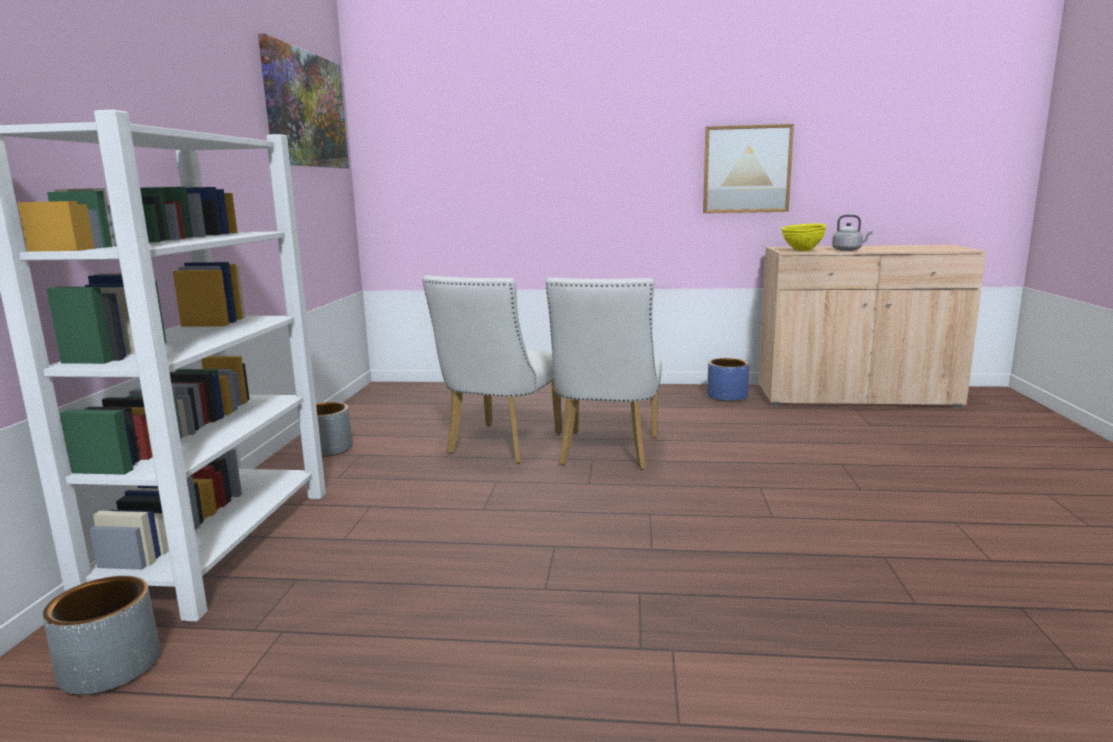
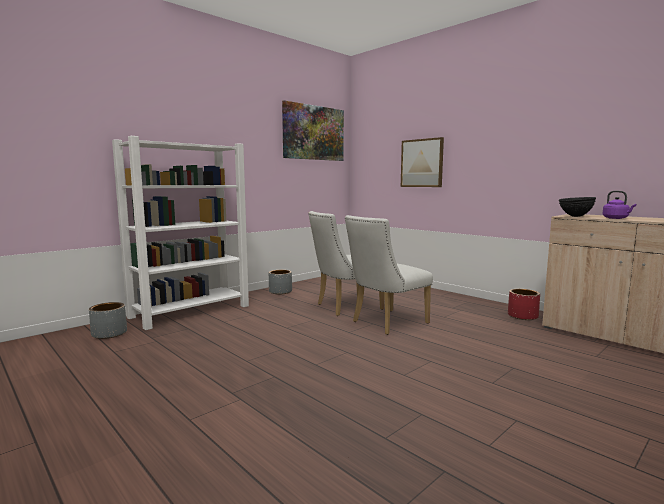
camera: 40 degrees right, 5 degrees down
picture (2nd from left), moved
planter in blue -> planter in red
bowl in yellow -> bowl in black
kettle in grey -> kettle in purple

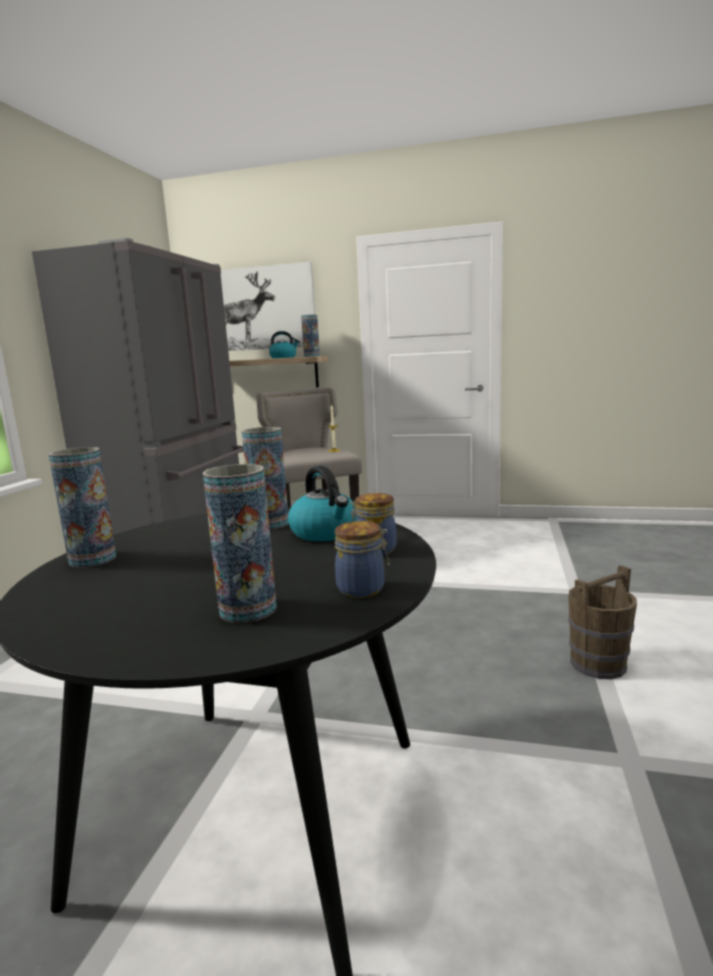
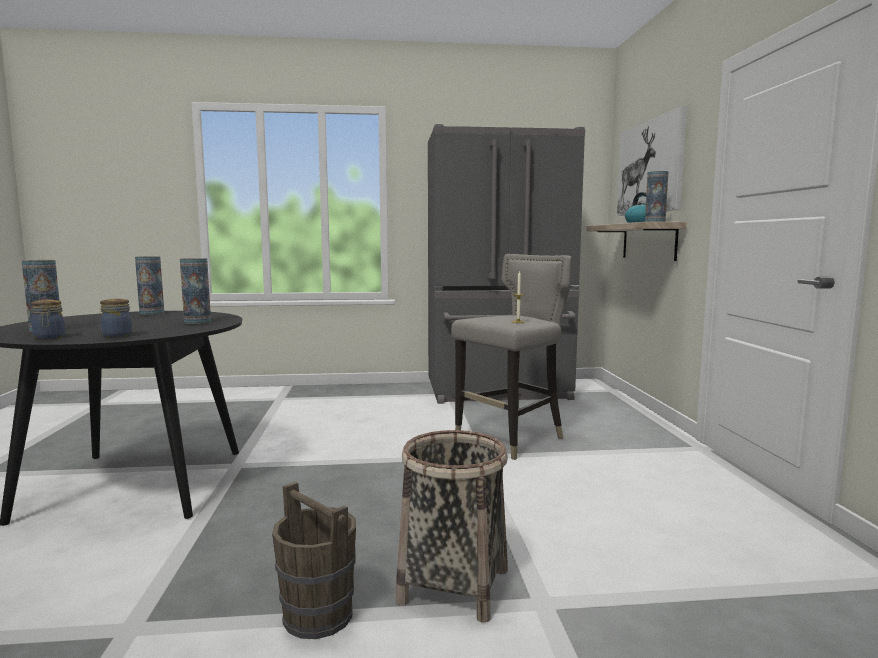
camera: 70 degrees right, 5 degrees down
kettle (2nd from left) -> none
none -> basket

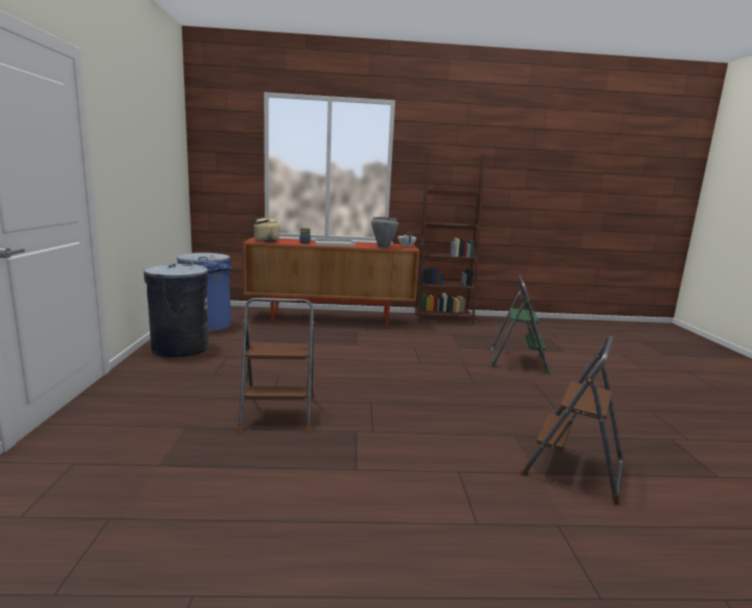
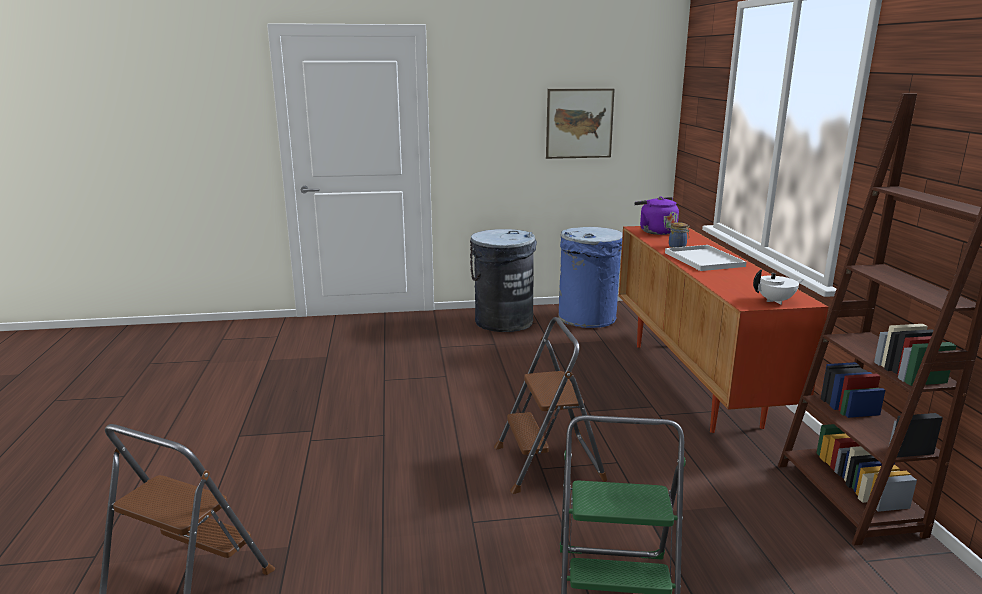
camera: 85 degrees right, 5 degrees up
step ladder in brown (1st from left in the first image) -> step ladder in brown (2nd from left), moved
kettle in beige -> kettle in purple
cooking pot in grey -> none
none -> picture

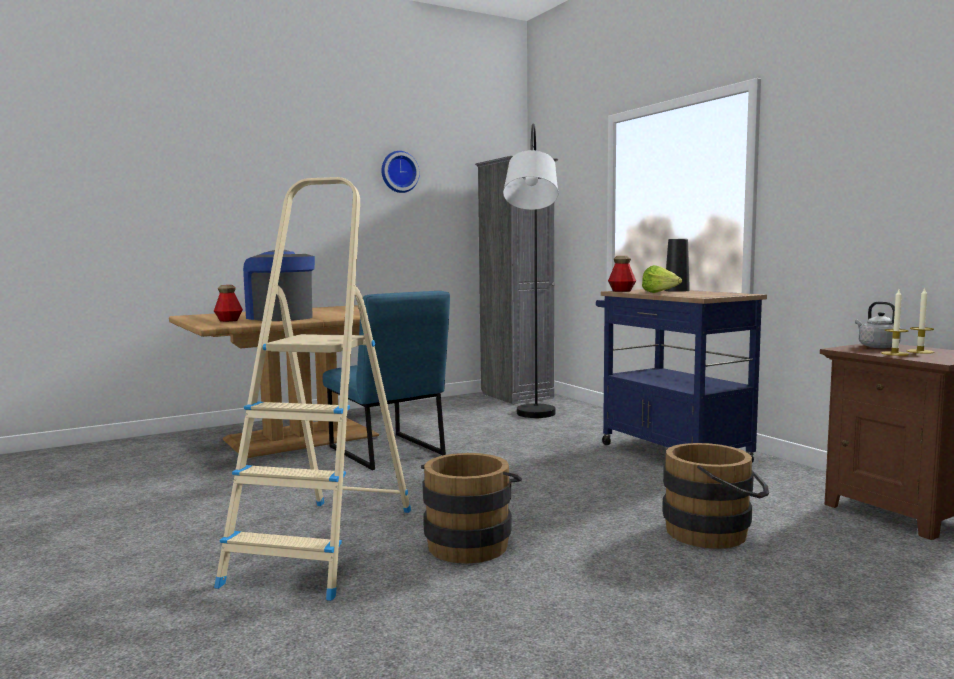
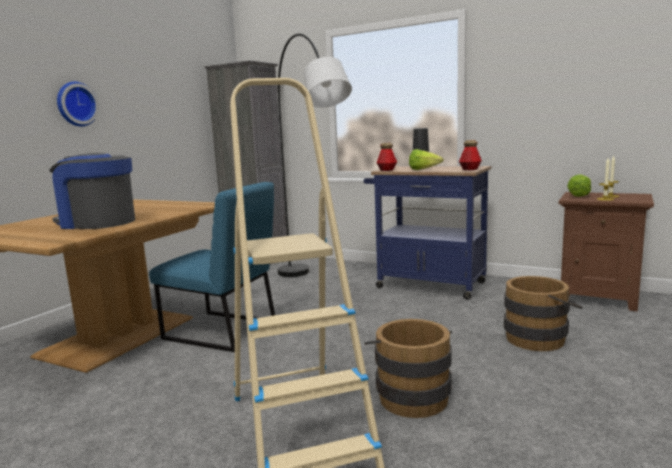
camera: 30 degrees left, 5 degrees up
bottle (1st from left in the first image) -> bottle (2nd from left), moved
wall clock, moved
kettle in grey -> lettuce (2nd from left)

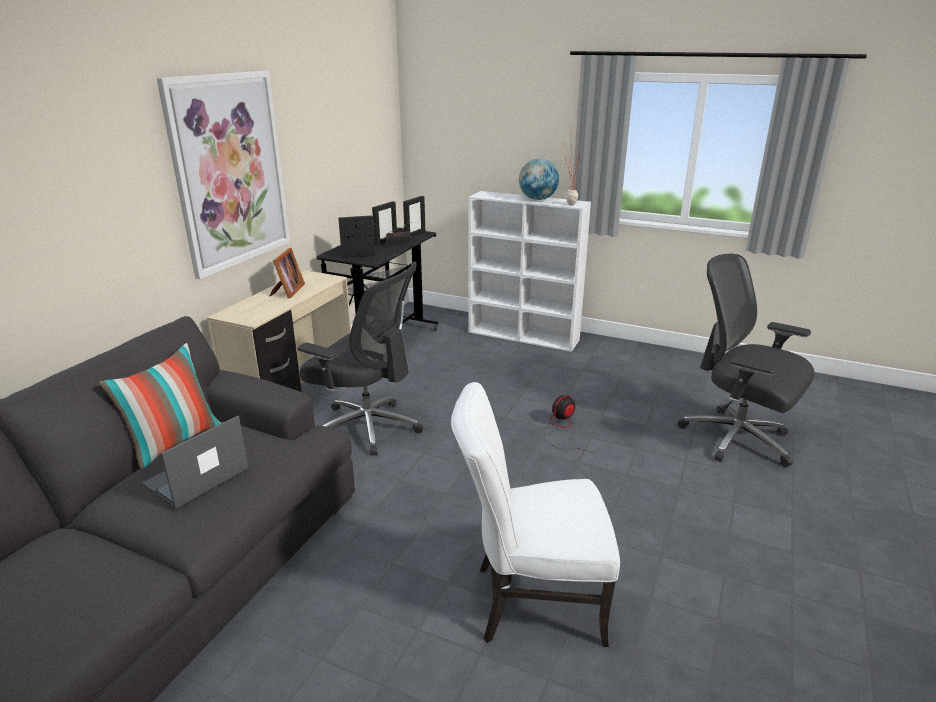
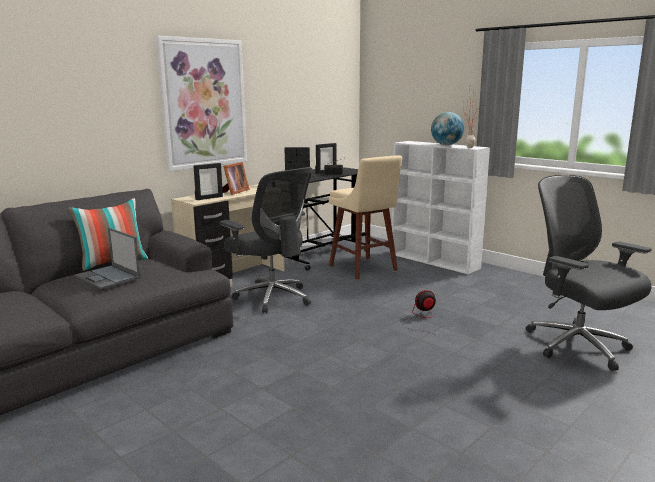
camera: 20 degrees right, 10 degrees down
laptop, 105 degrees counterclockwise
picture frame (4th from left in the first image) -> picture frame (1st from left), moved
chair in white -> none
none -> stool in beige

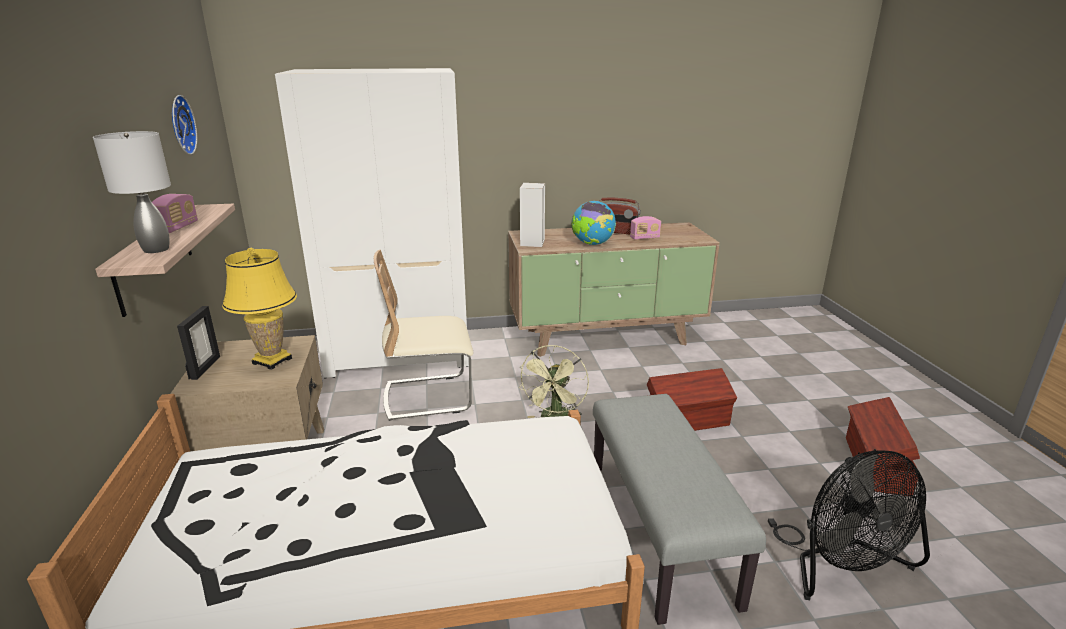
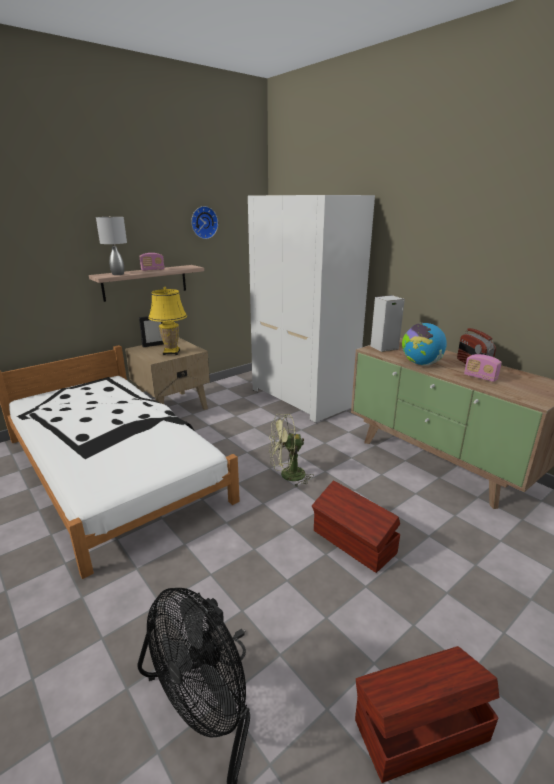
camera: 60 degrees right, 0 degrees up
chair in beige -> none
bench in grey -> none

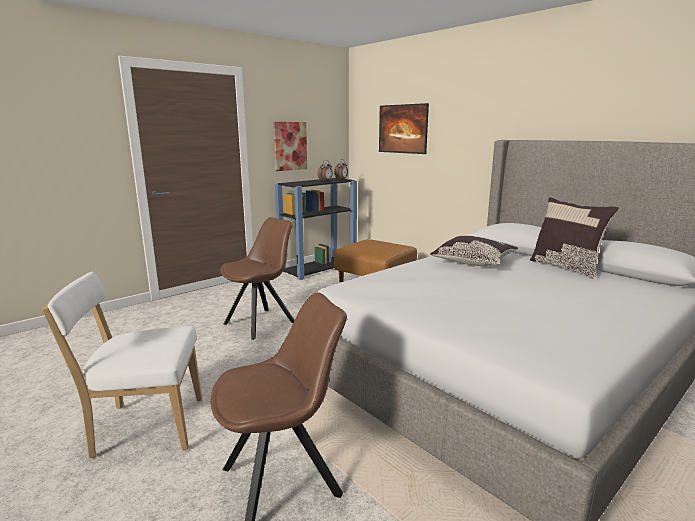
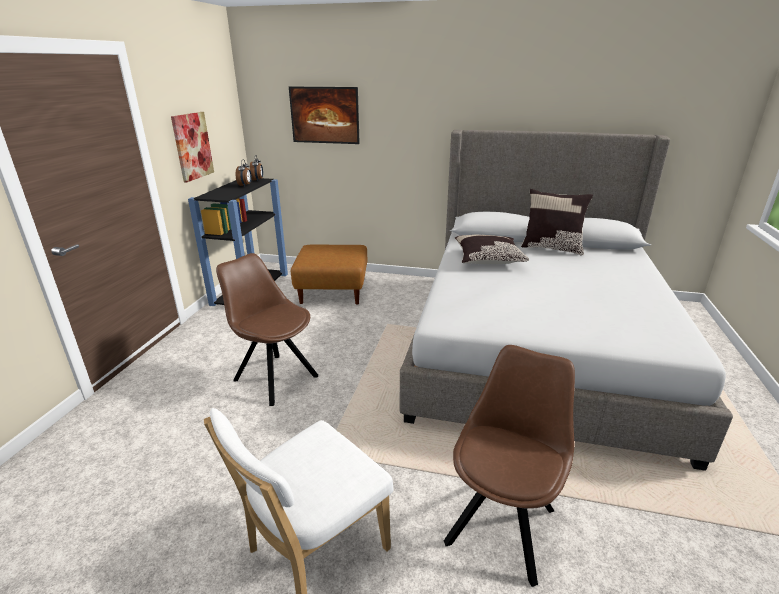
camera: 35 degrees left, 10 degrees up
chair in brown (1st from left), 60 degrees counterclockwise

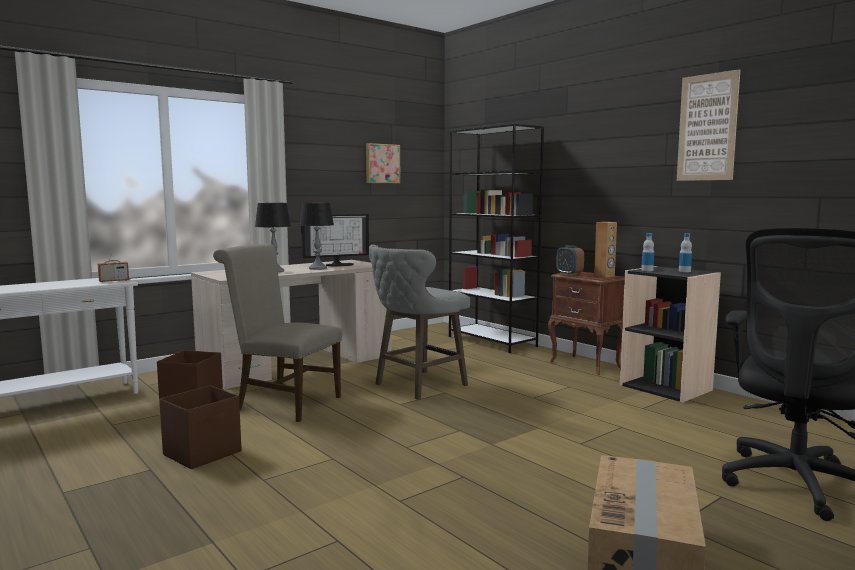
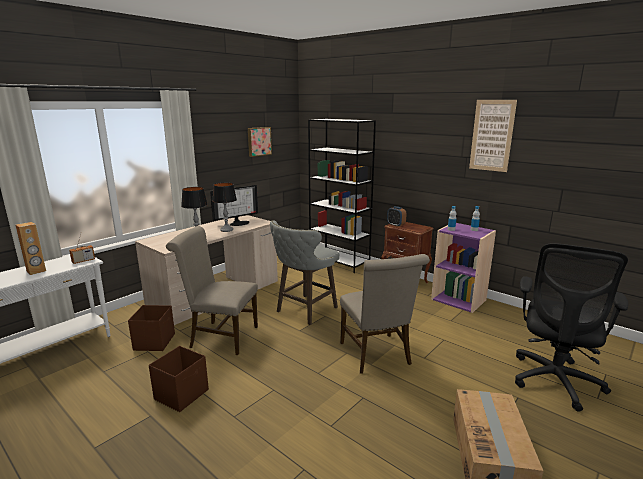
camera: 10 degrees left, 10 degrees up
speaker in brown, moved
bookcase in black -> bookcase in purple
none -> chair in beige (2nd from left)

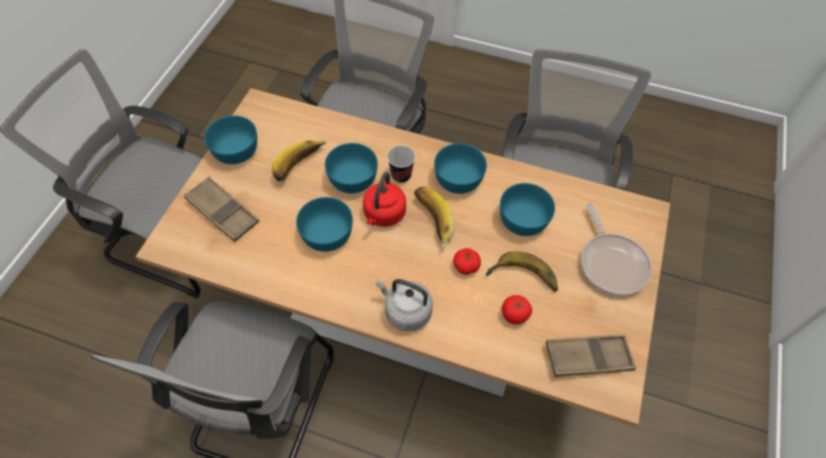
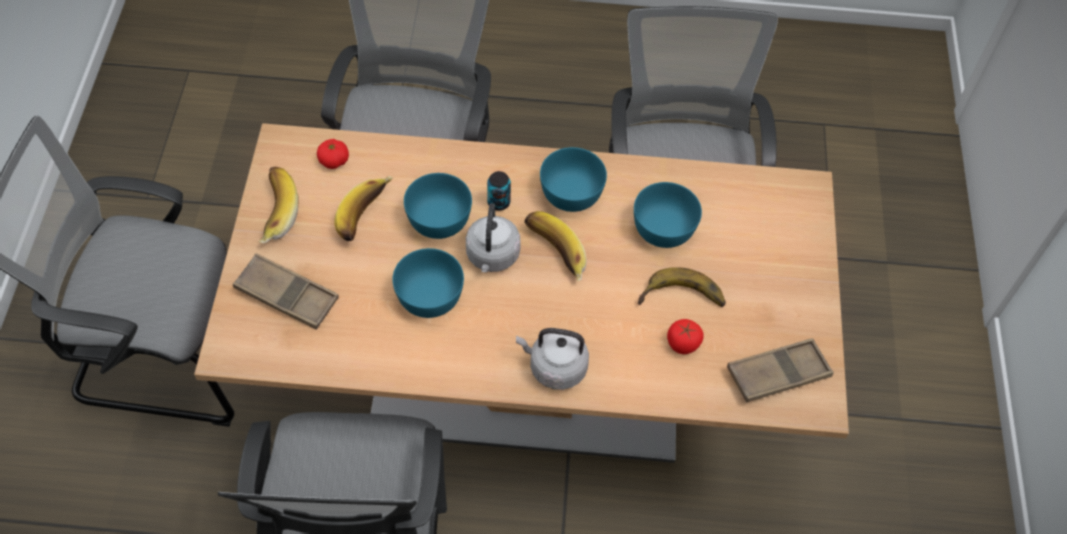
camera: 15 degrees left, 0 degrees up
bowl in turquoise (1st from left) -> banana (1st from left)
kettle in red -> kettle in grey (1st from left)
cup -> can
tomato (1st from left), moved
frying pan -> none

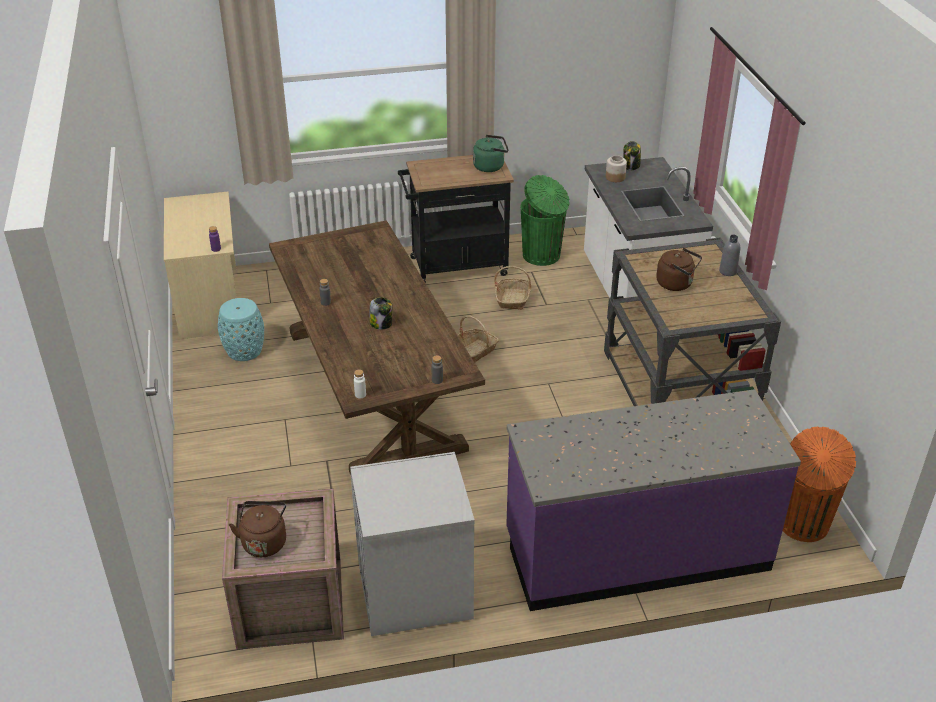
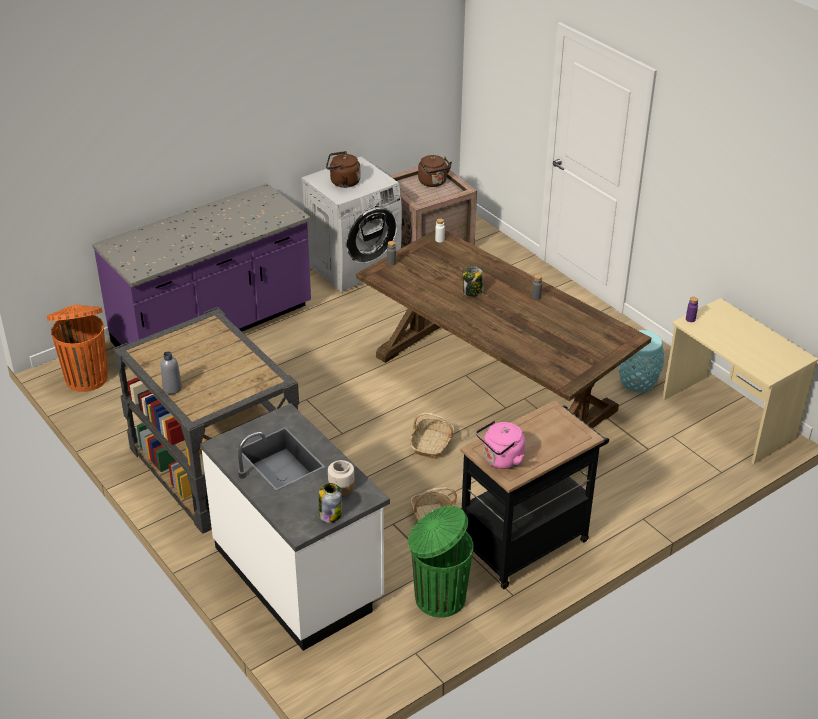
camera: 155 degrees right, 0 degrees up
kettle in green -> kettle in pink
kettle in brown (2nd from left in the first image) -> kettle in brown (1st from left), moved

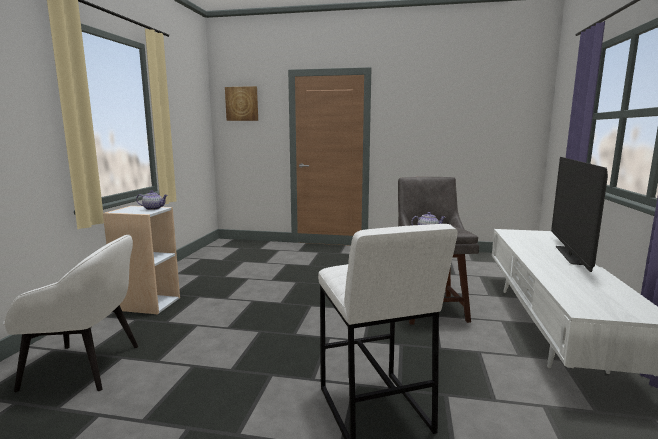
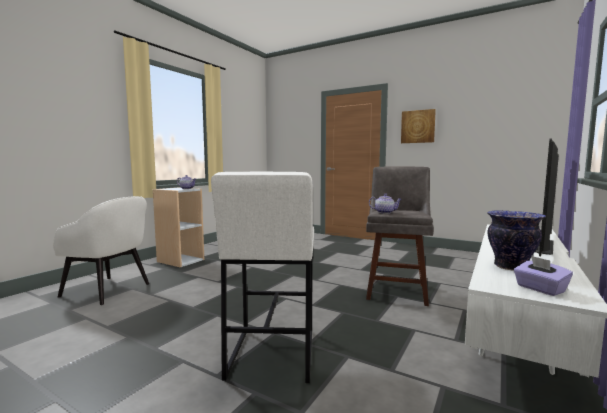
camera: 20 degrees right, 5 degrees down
picture, moved
none -> vase
none -> tissue box in purple

